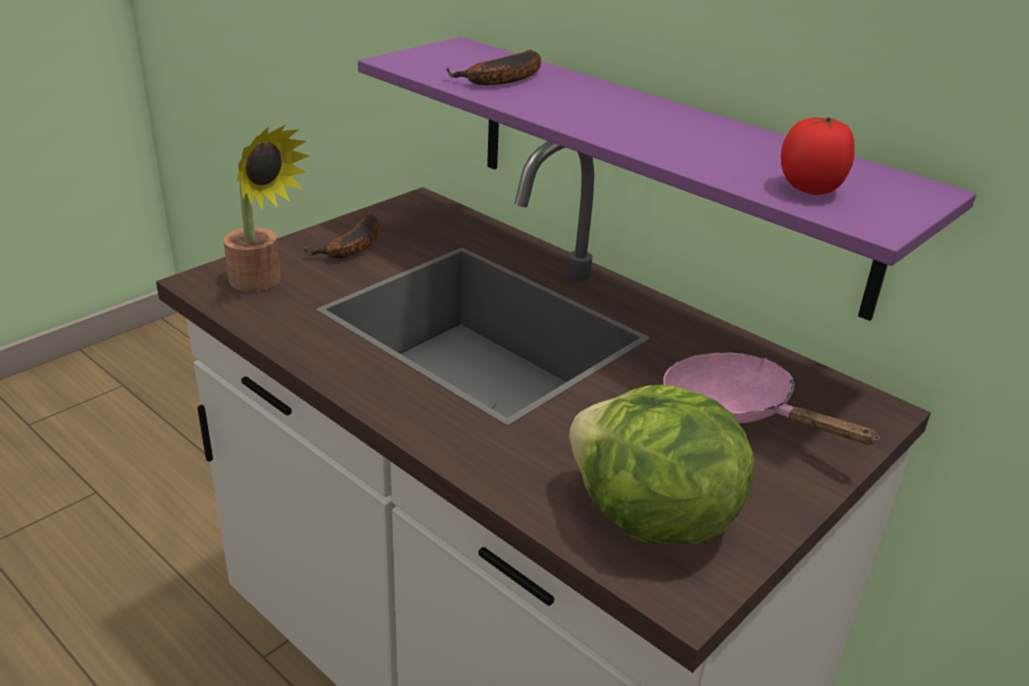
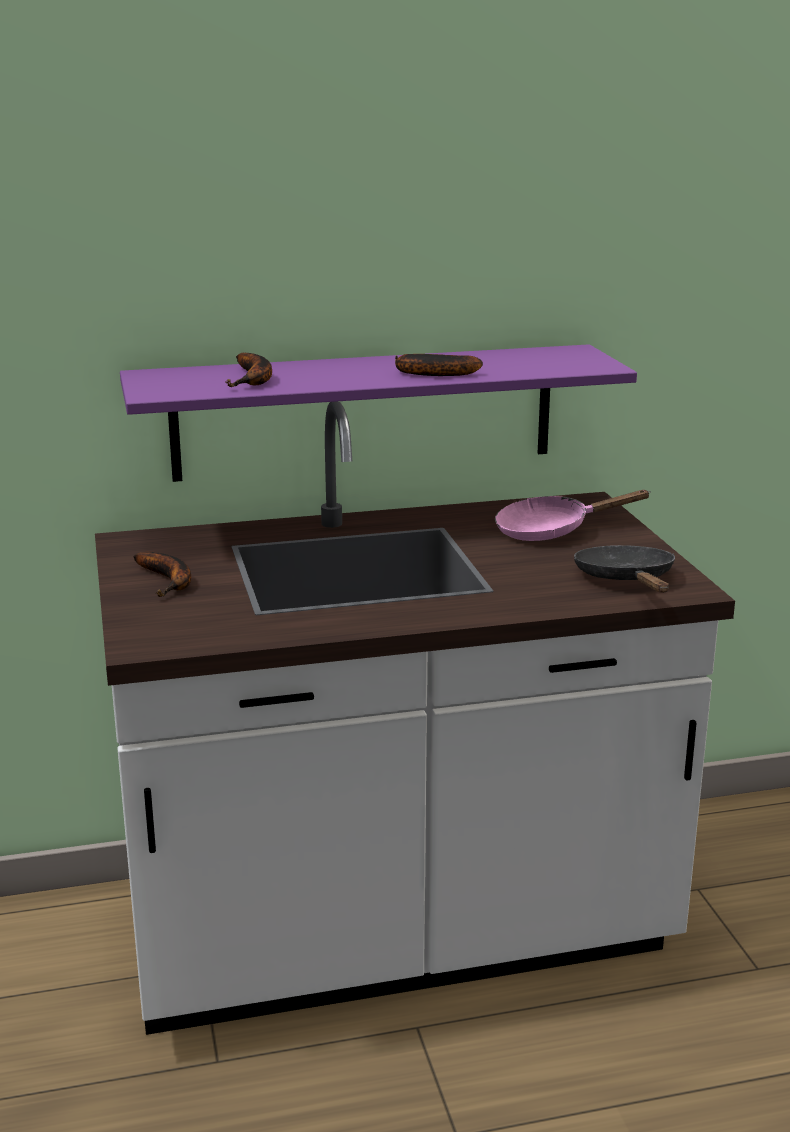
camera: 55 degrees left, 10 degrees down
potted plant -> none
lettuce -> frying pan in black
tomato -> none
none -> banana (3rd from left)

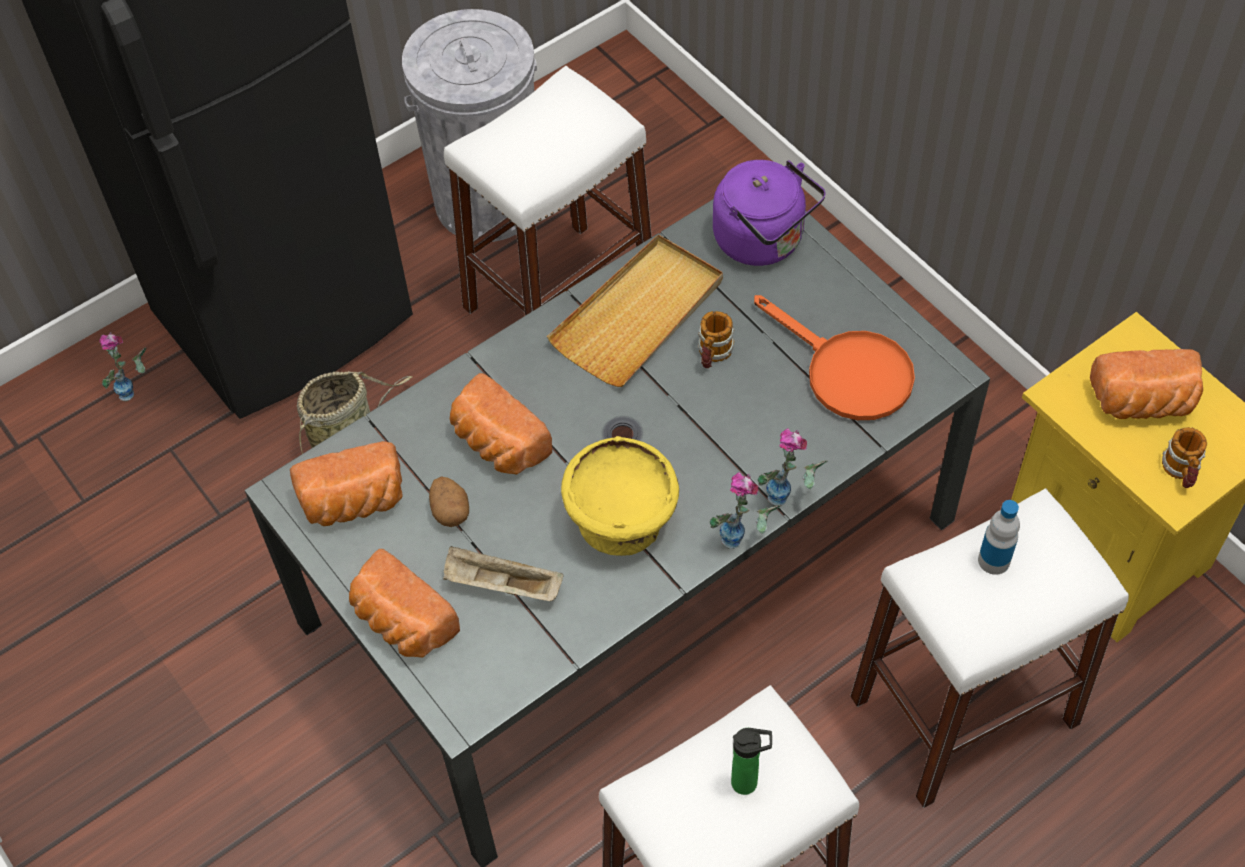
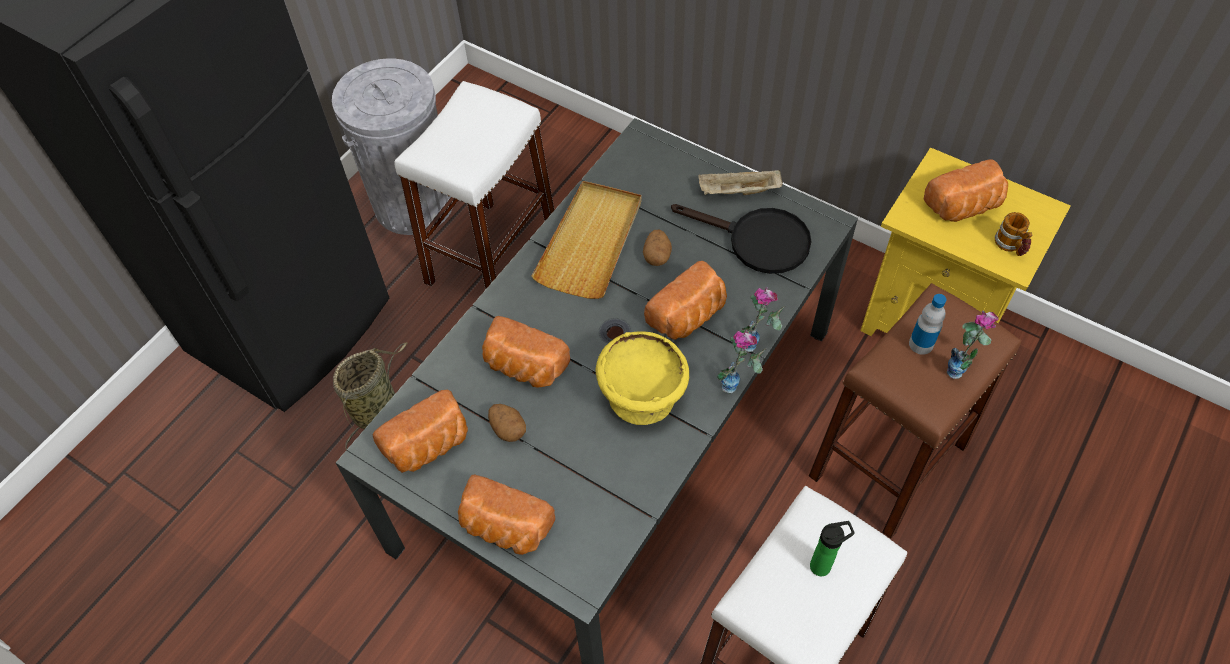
camera: 20 degrees left, 0 degrees up
vase (1st from left in the first image) -> vase (3rd from left), moved
tray in beige (1st from left in the first image) -> tray in beige (2nd from left), moved
mug (1st from left) -> potato (2nd from left)
kettle in purple -> none
frying pan in orange -> frying pan in black
stool in white (3rd from left) -> stool in brown
none -> bread (4th from left)

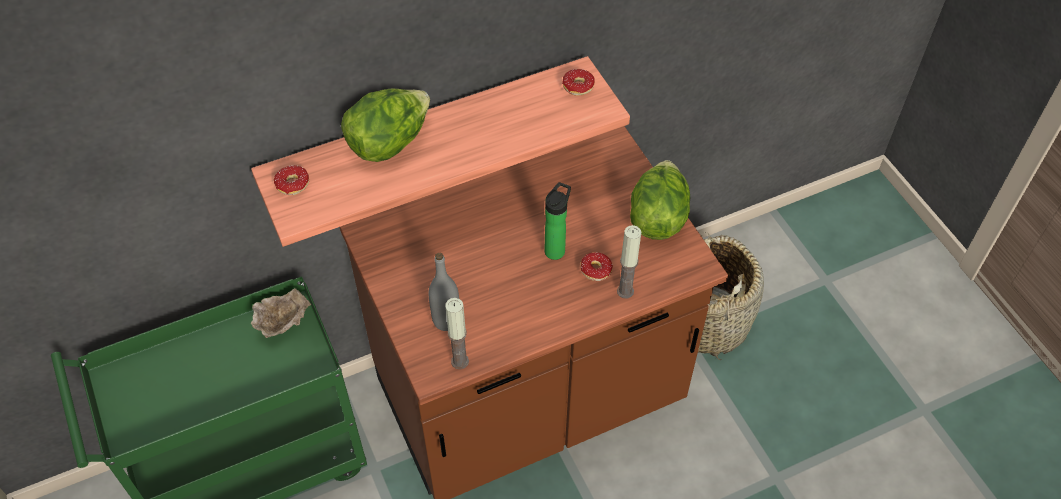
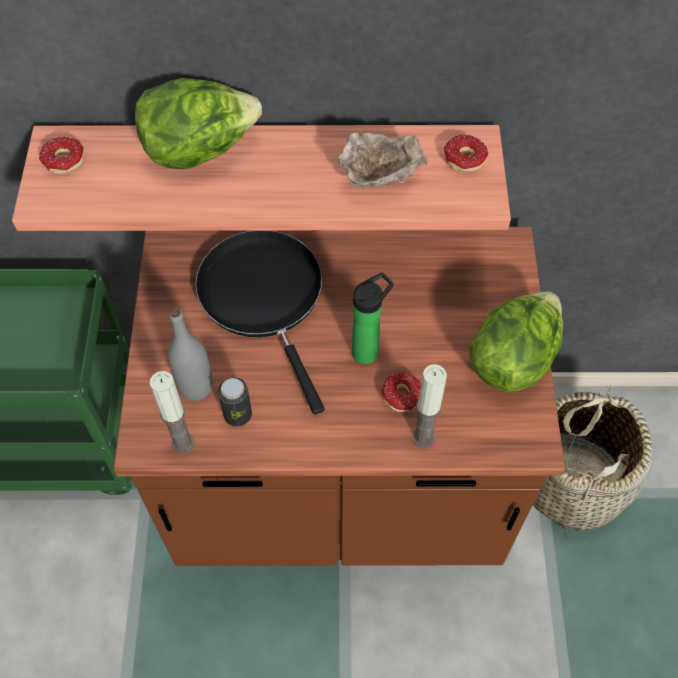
camera: 25 degrees right, 5 degrees up
bowl in beige, moved
none -> frying pan in black
none -> can

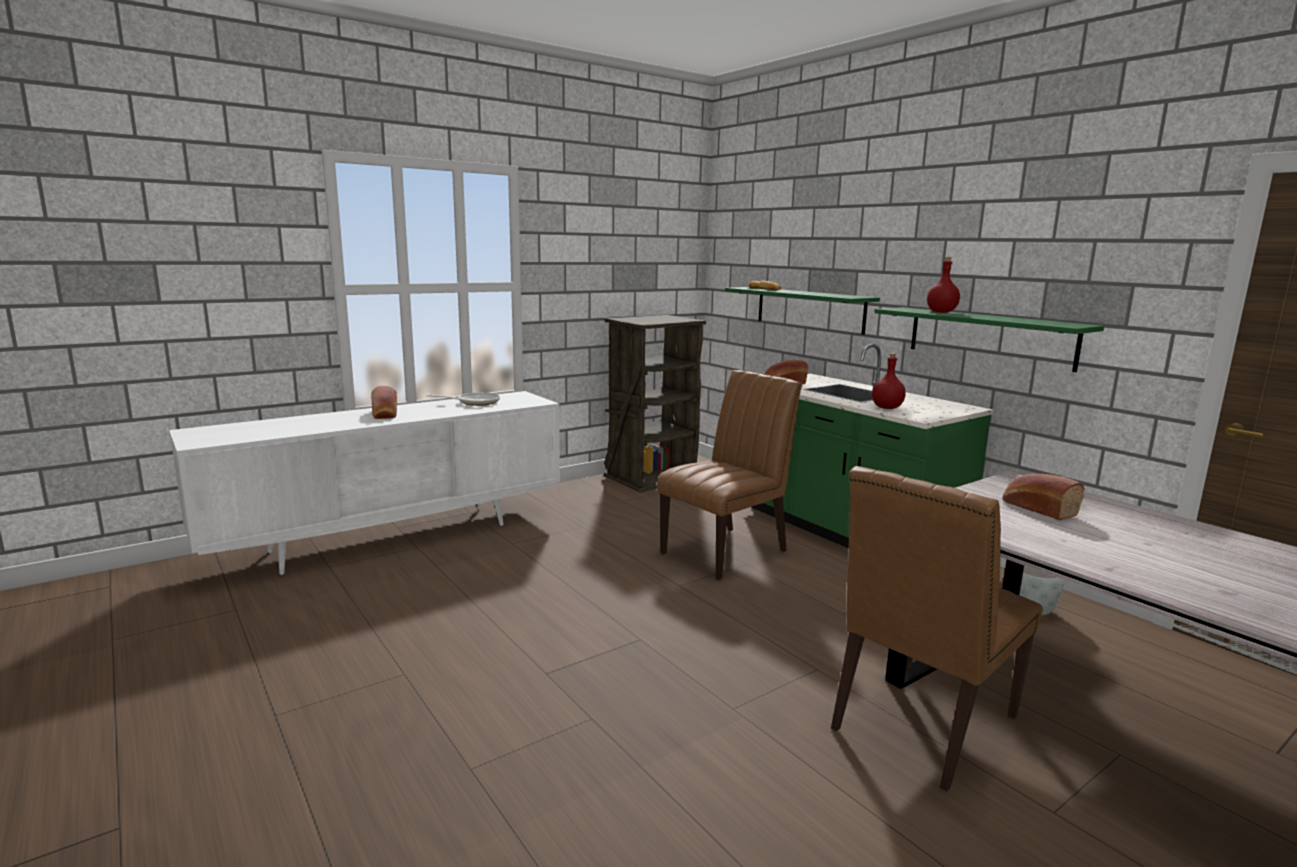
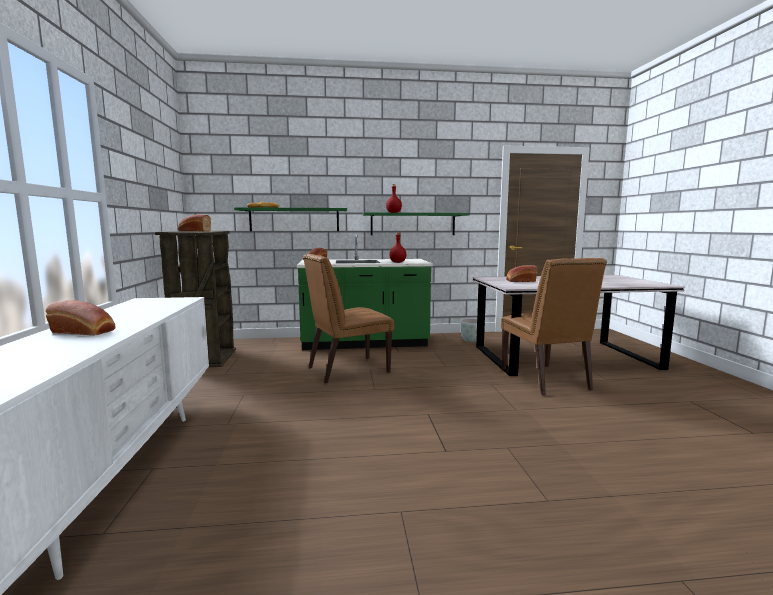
camera: 60 degrees left, 5 degrees down
frying pan -> none
chair in brown (1st from left), 105 degrees counterclockwise
none -> bread (2nd from left)

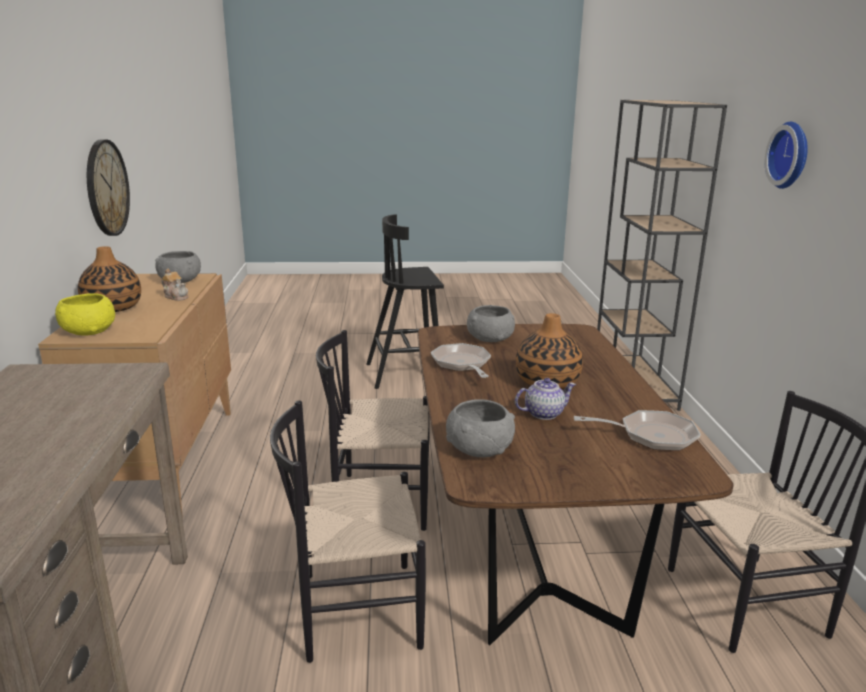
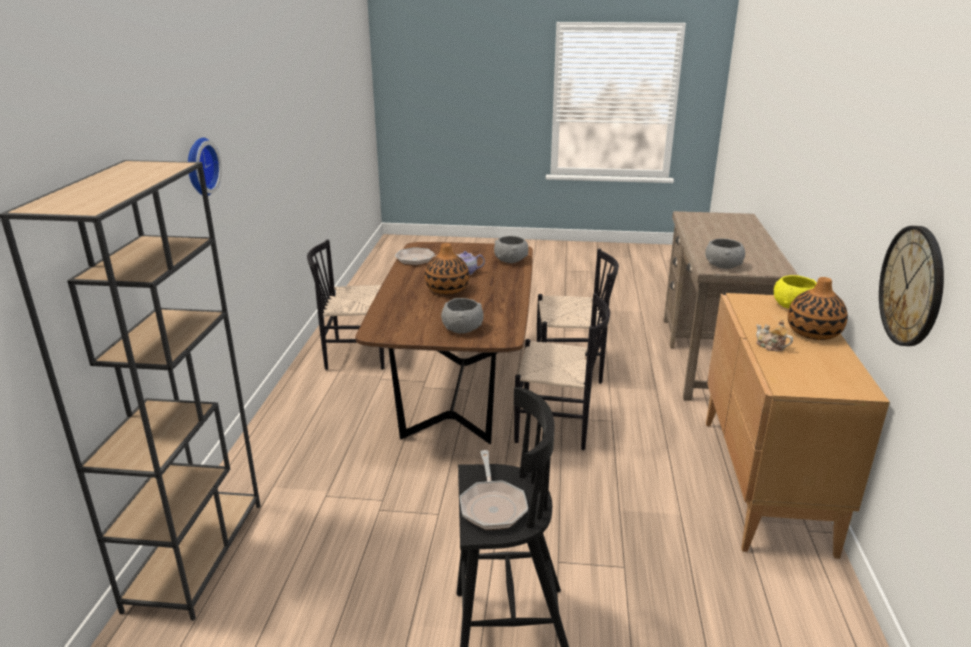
camera: 170 degrees left, 5 degrees up
bowl in grey (1st from left in the first image) -> bowl in grey (3rd from left), moved
frying pan (1st from left in the first image) -> frying pan (2nd from left), moved

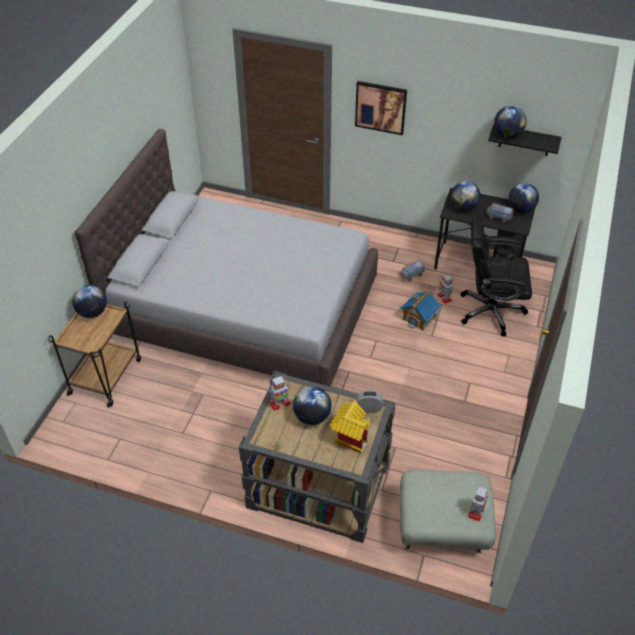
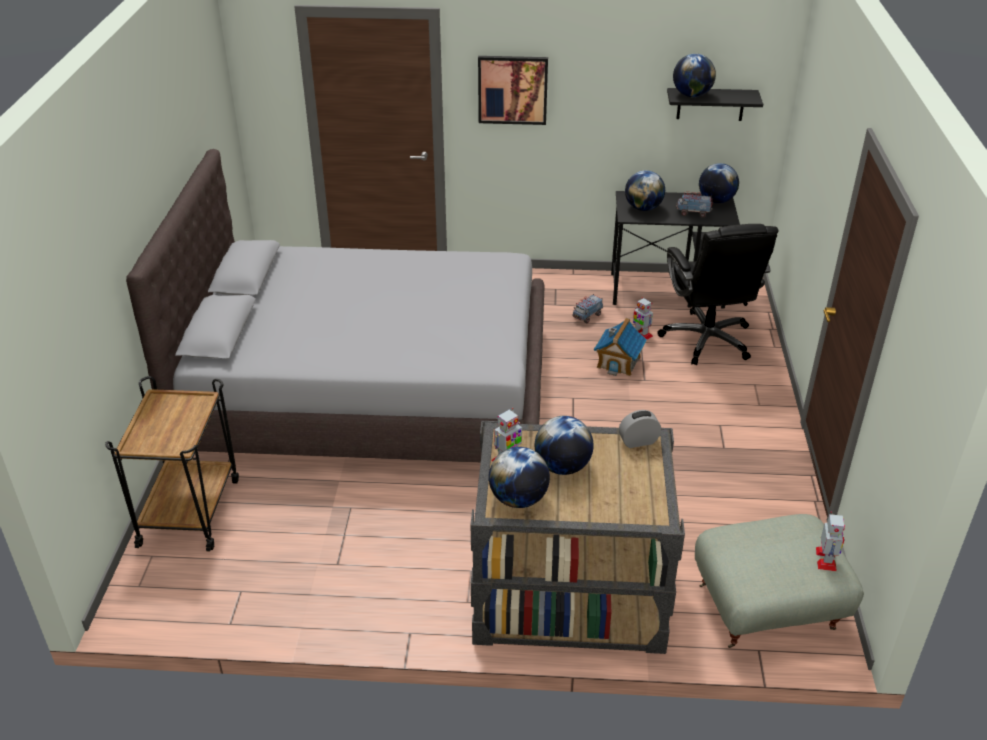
camera: 15 degrees left, 10 degrees down
globe (1st from left), moved
toy house (1st from left) -> none
office chair in black, 90 degrees counterclockwise

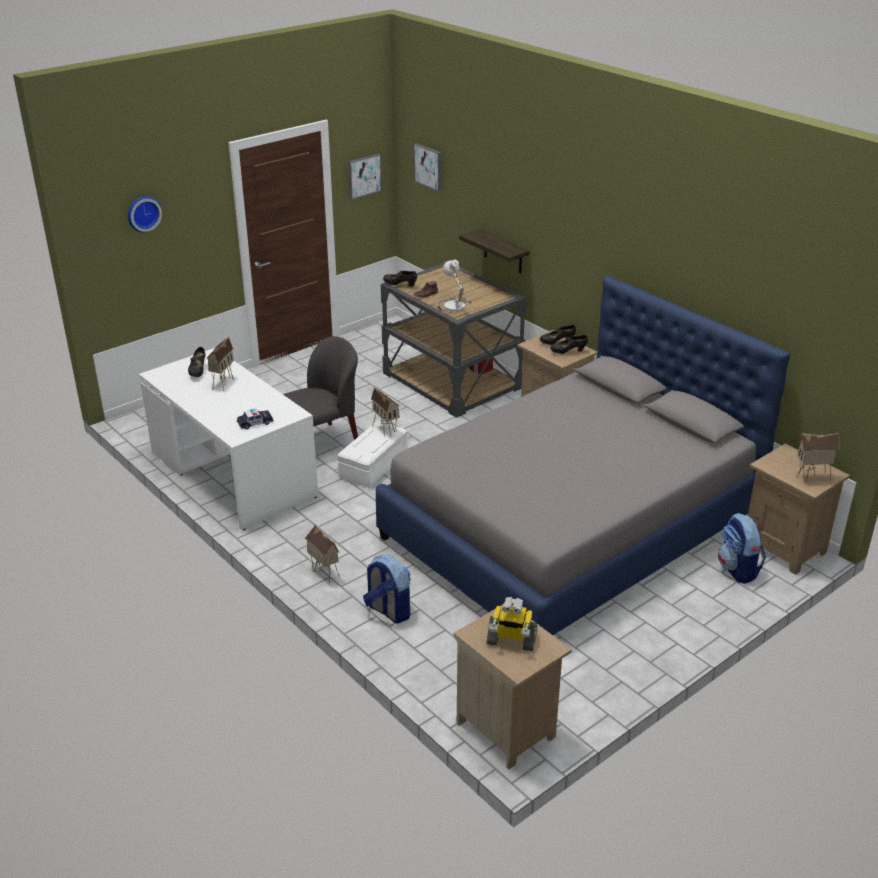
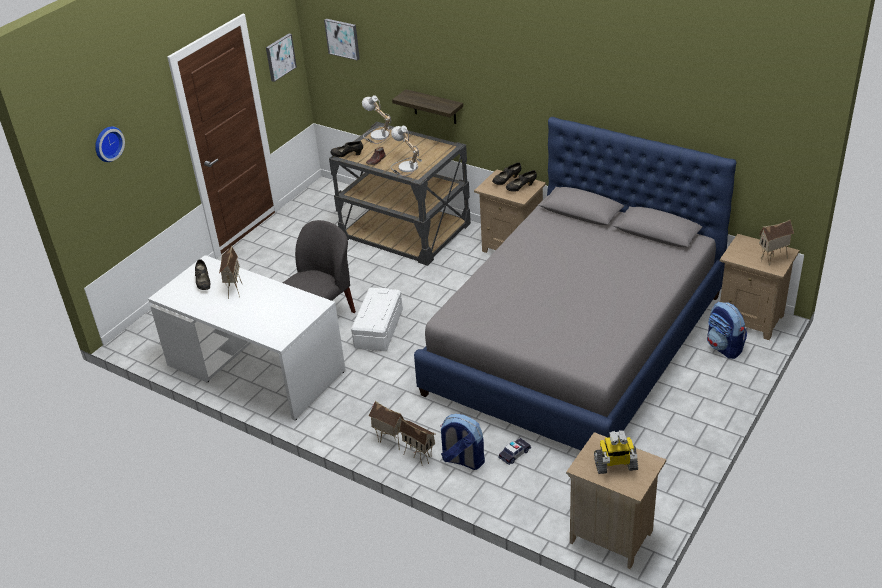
camera: 15 degrees left, 5 degrees up
toy car, moved
toy house (3rd from left), moved
none -> table lamp (1st from left)

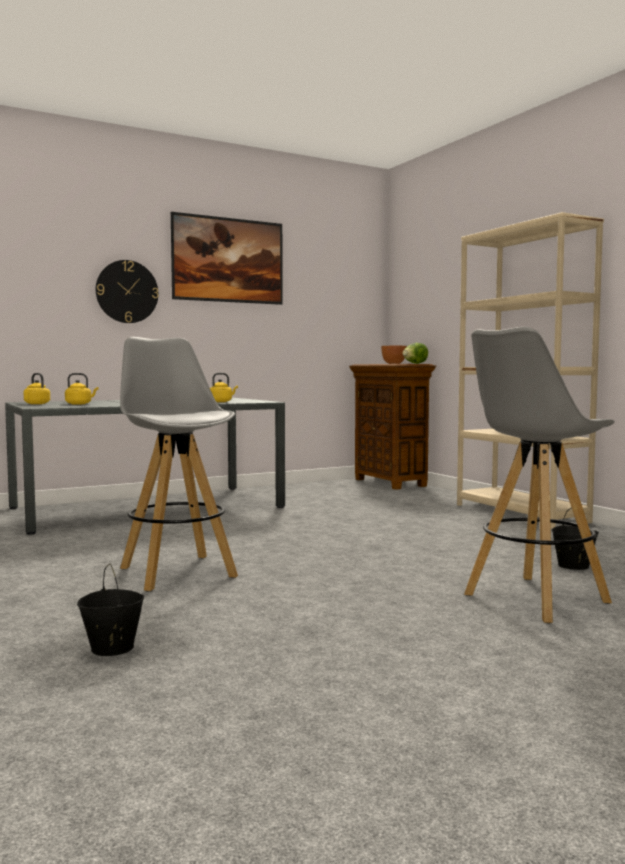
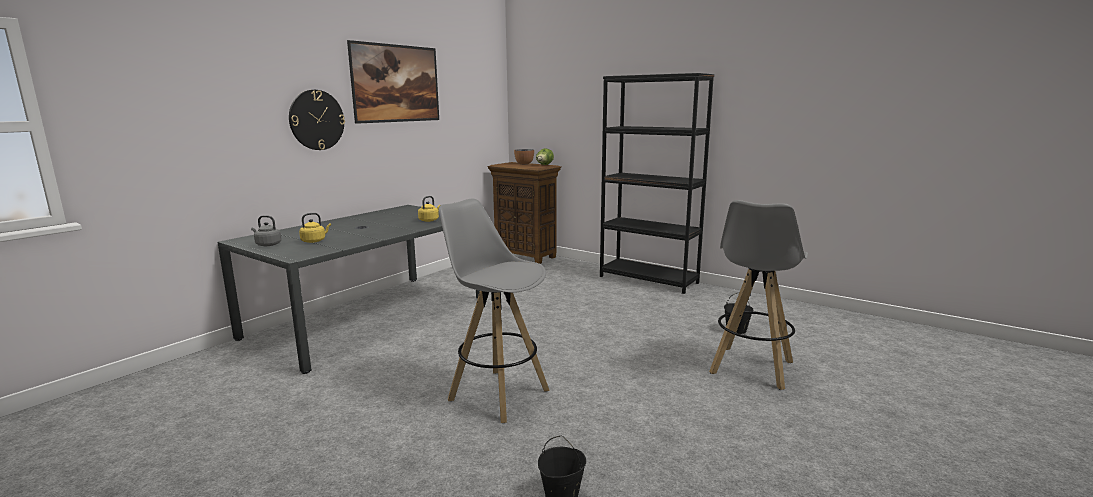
camera: 25 degrees left, 10 degrees up
kettle in yellow (1st from left) -> kettle in grey
bookcase in beige -> bookcase in black

